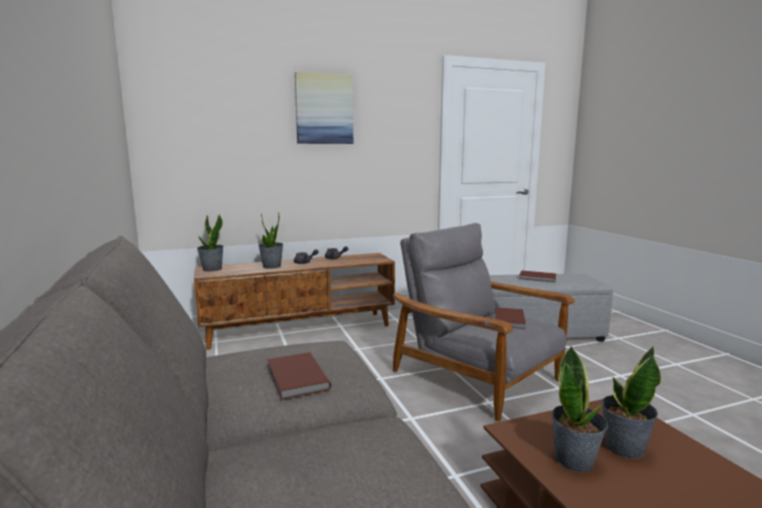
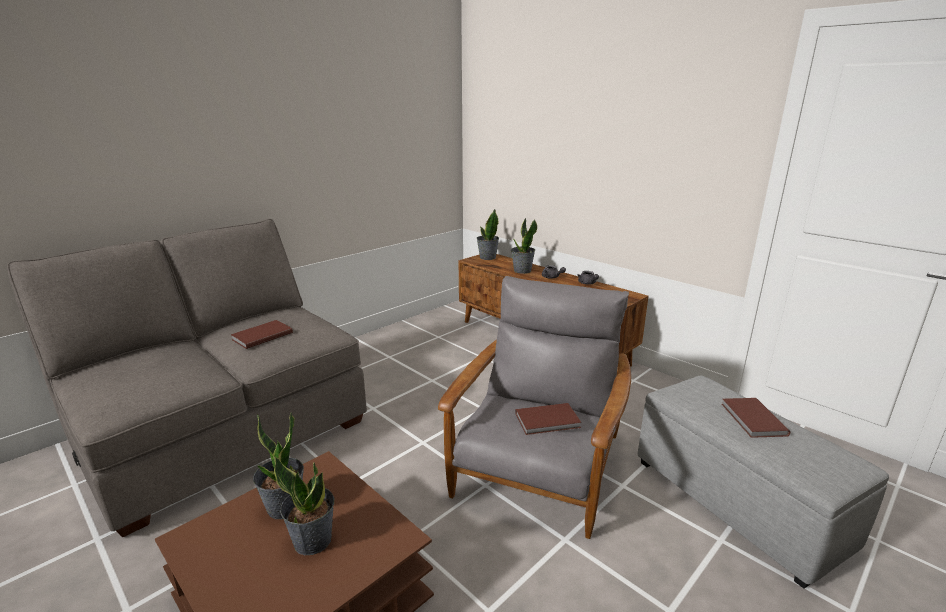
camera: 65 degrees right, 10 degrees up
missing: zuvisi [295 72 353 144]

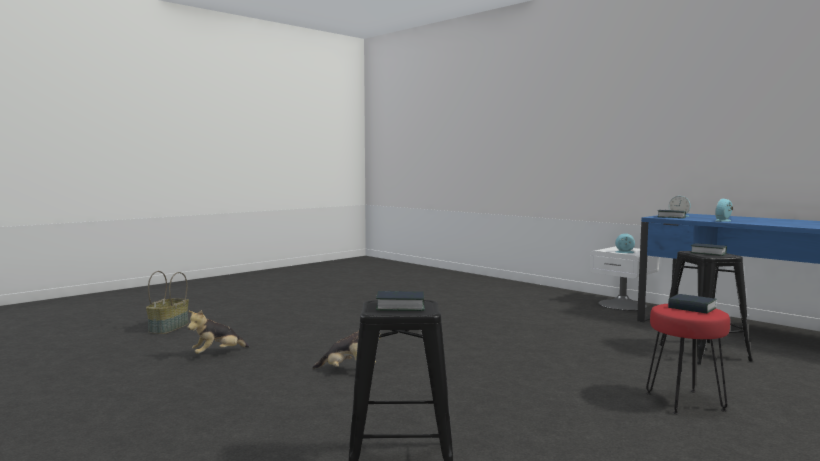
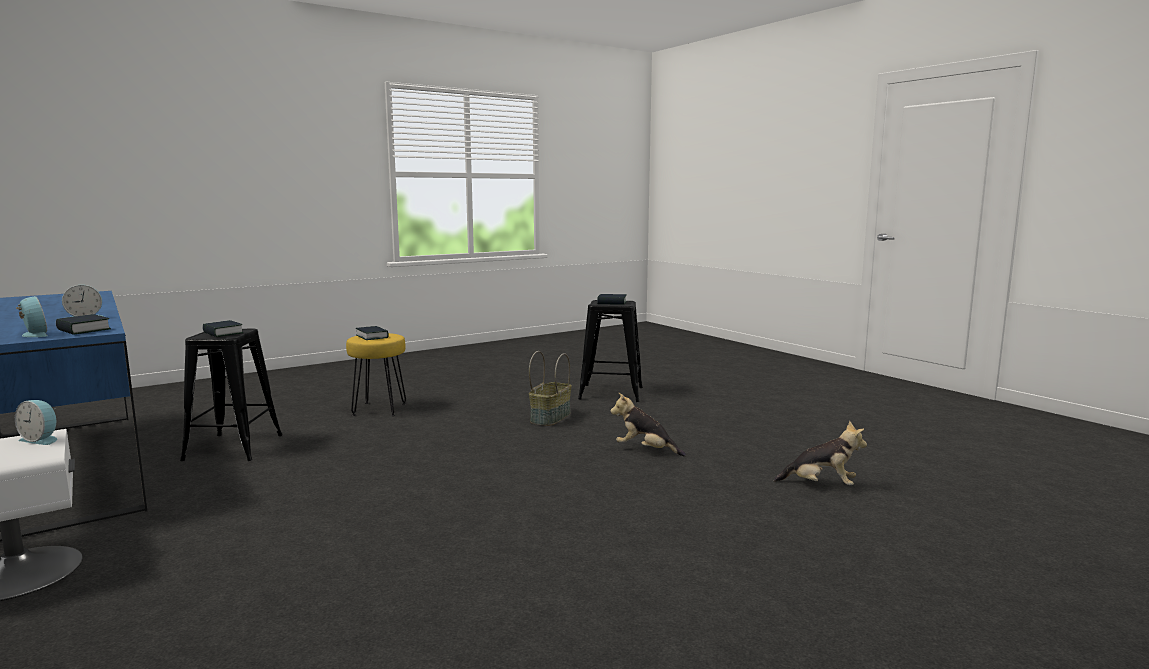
camera: 170 degrees left, 5 degrees up
relocated: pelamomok [146 271 189 334] to [529 351 572 426]
colour: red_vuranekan [646 304 730 414] to yellow_vuranekan [346 333 406 416]
spun: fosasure [187 310 249 354] = [774 421 867 485] 45 degrees clockwise

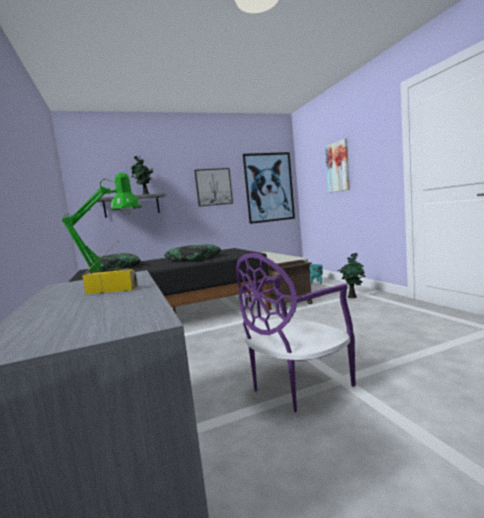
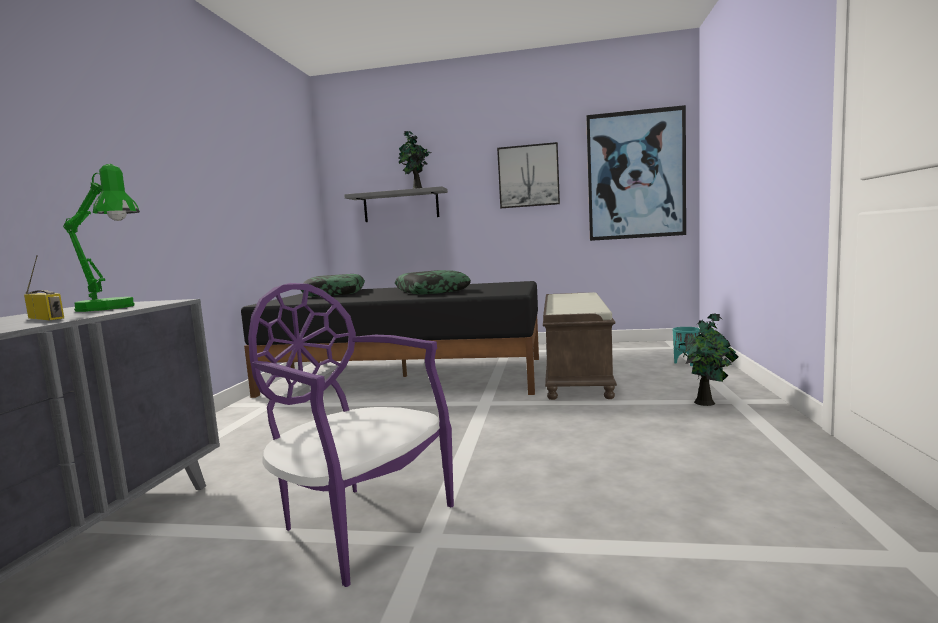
camera: 30 degrees right, 0 degrees up
missing: zuvisi [325 139 350 193]
spun: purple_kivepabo [236 253 356 412] = [248 283 454 587] 45 degrees clockwise

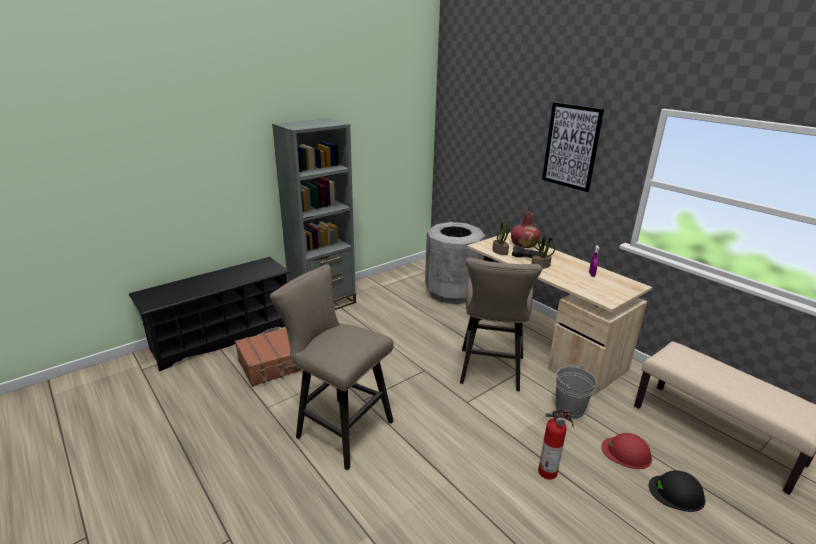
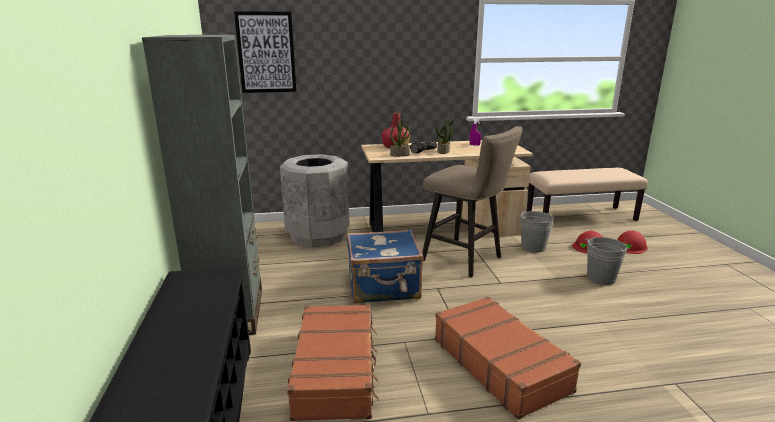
camera: 60 degrees left, 5 degrees down
appeared: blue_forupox [347 229 423 303]
relocated: zuvisi [542 102 604 192] to [234 11 296 93]
exchanged: beige_vuranekan [270 264 393 470] to brown_forupox [435 296 581 420]; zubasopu [538 409 574 480] to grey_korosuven [585 237 630 285]
colour: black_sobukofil [649 470 706 512] to red_sobukofil [617 231 648 254]

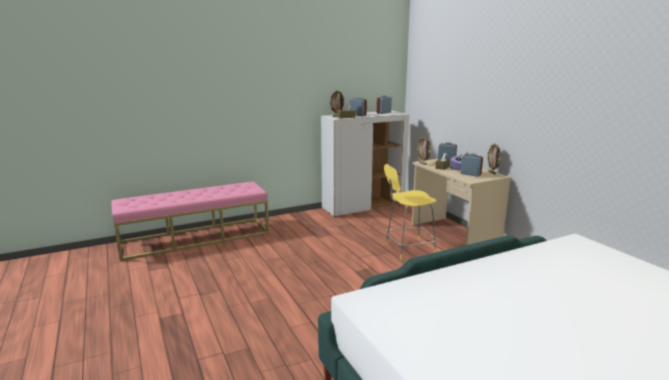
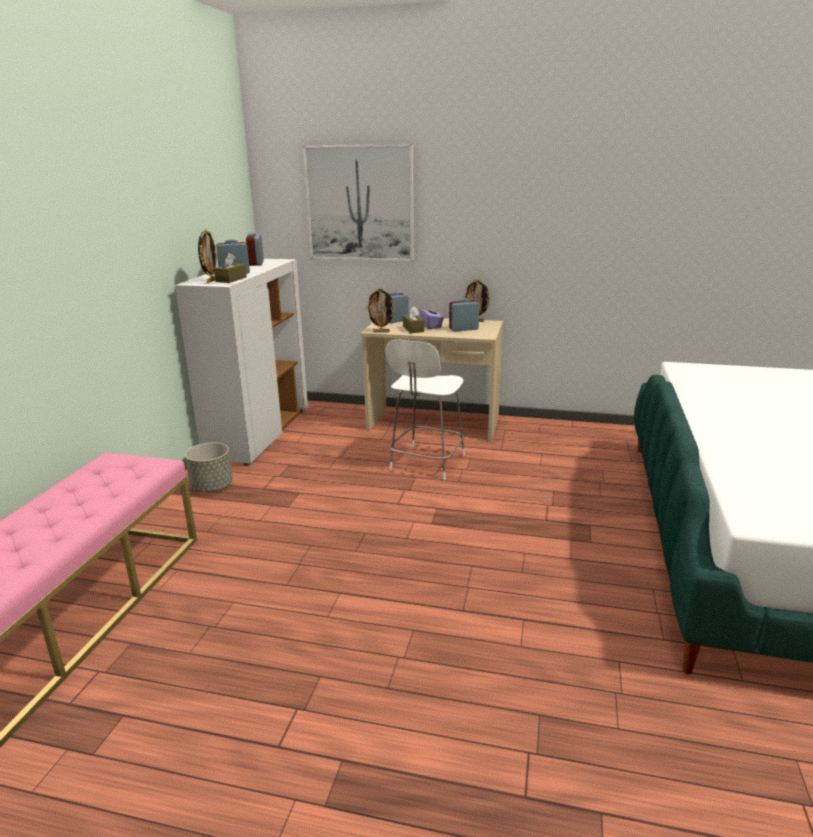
camera: 50 degrees left, 5 degrees up
appeared: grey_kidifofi [185 443 233 492]; zuvisi [303 144 414 262]
colour: yellow_vuranekan [384 164 437 260] to white_vuranekan [386 340 465 480]

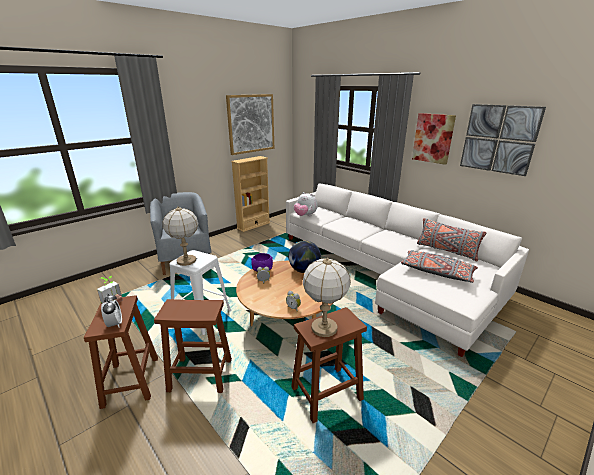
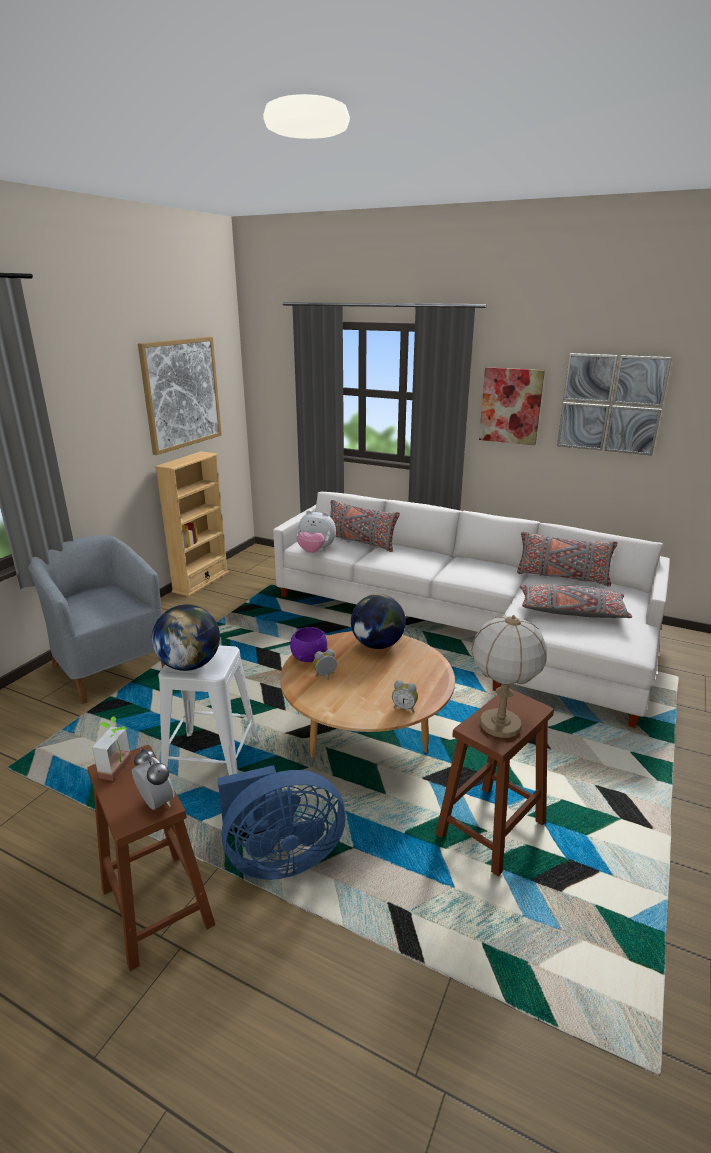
camera: 20 degrees left, 0 degrees up
appeared: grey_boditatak [330 500 400 552]
exchanged: brown_vuranekan [154 299 232 393] to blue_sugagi [217 765 346 880]; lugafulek [163 206 198 266] to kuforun [152 605 220 671]

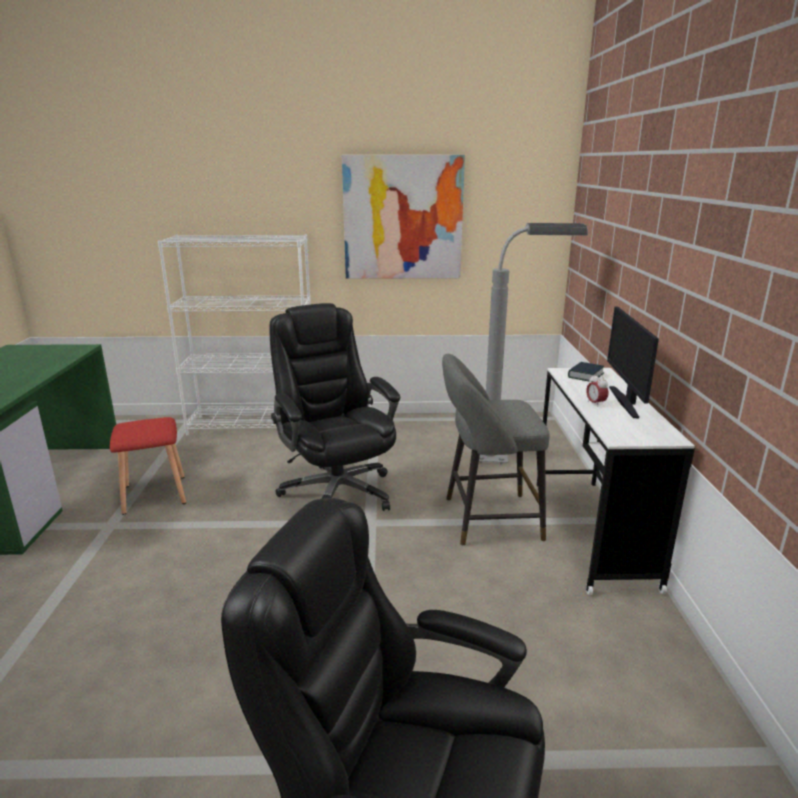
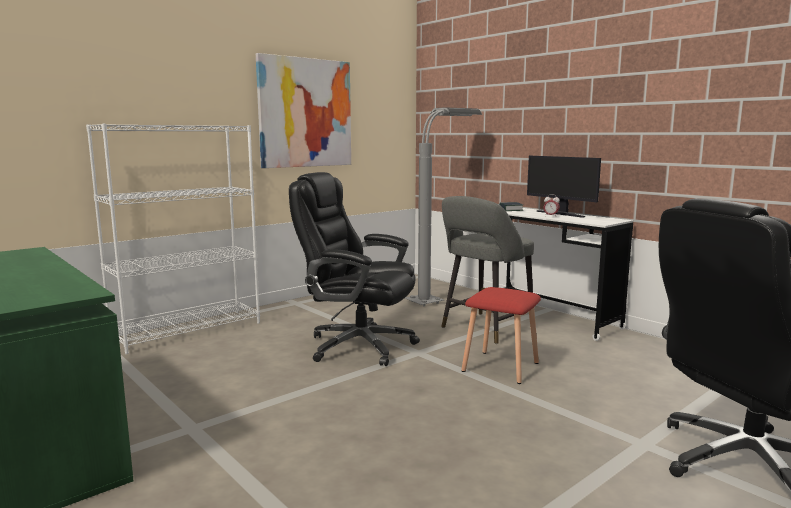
camera: 40 degrees left, 10 degrees down
relocated: red_vuranekan [110 417 186 515] to [461 287 541 384]

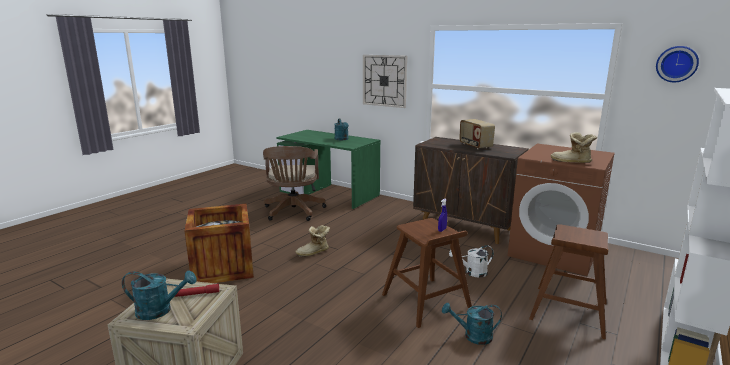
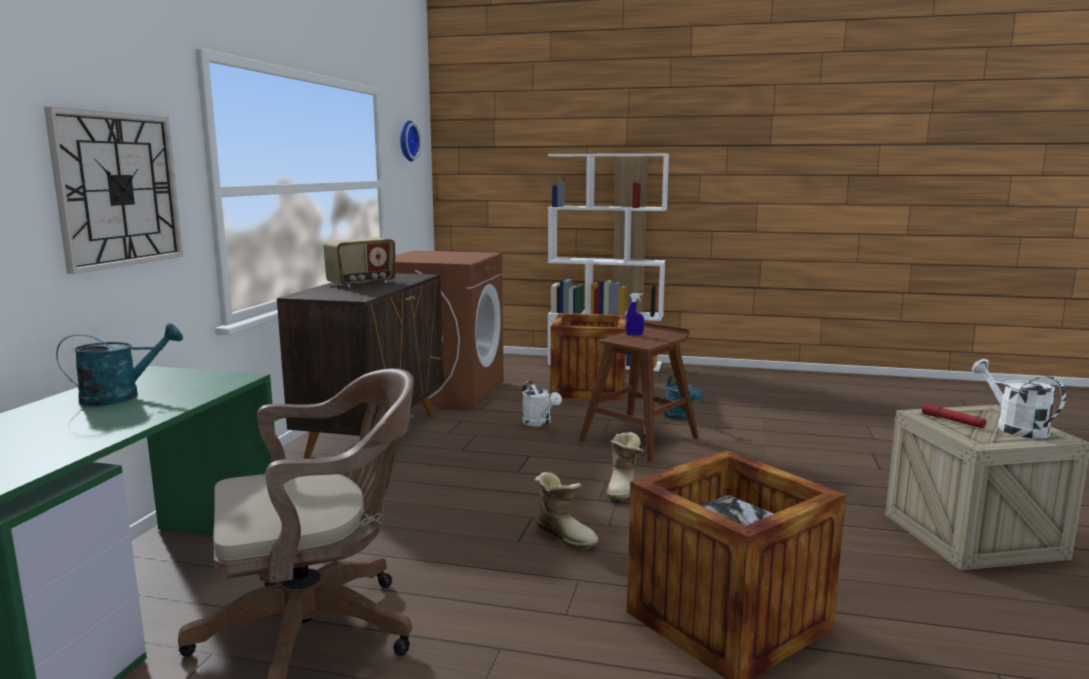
camera: 110 degrees left, 5 degrees down
relocated: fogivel [551 132 597 163] to [607 432 644 502]
exchanged: brown_vuranekan [529 224 608 339] to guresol [550 313 626 401]
colour: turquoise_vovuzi [122 271 197 320] to white_vovuzi [971 359 1066 439]

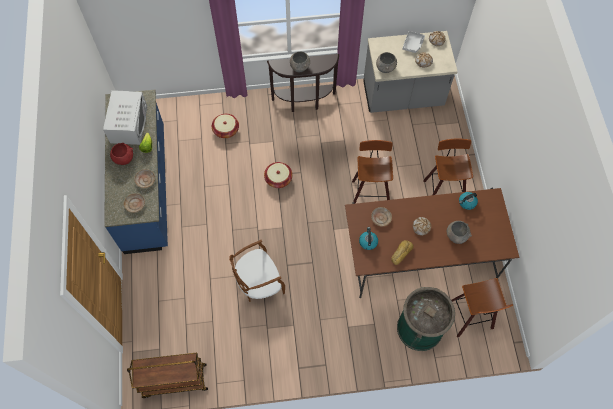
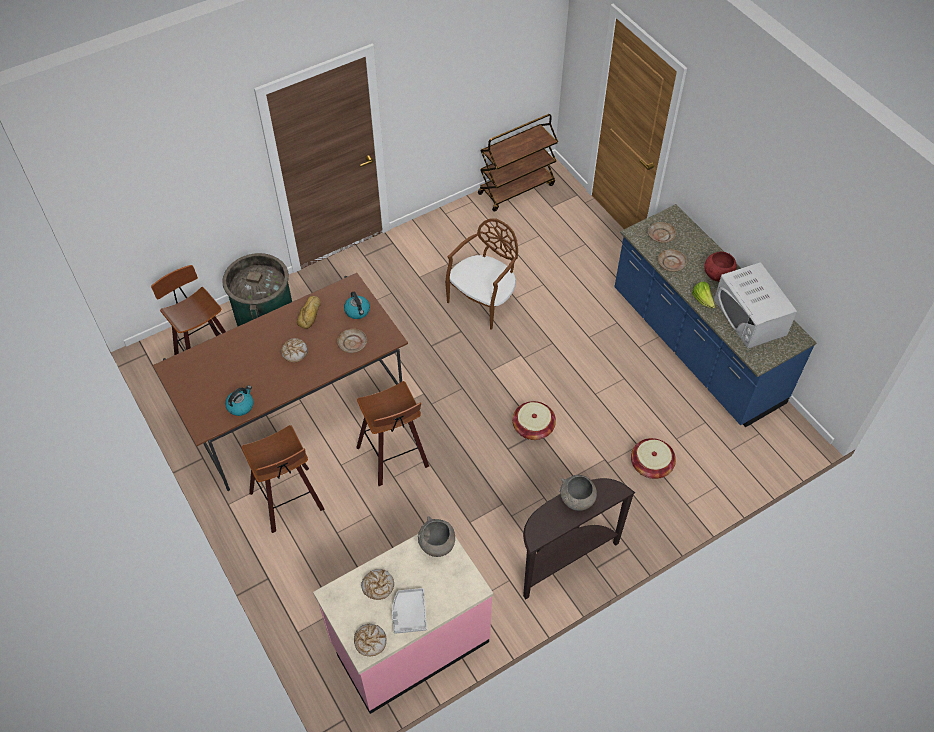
camera: 155 degrees right, 10 degrees down
missing: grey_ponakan [447 221 472 244]
colour: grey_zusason [363 31 458 113] to pink_zusason [313 520 493 714]

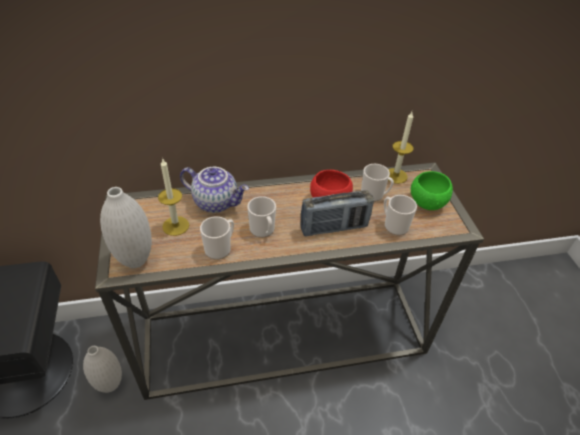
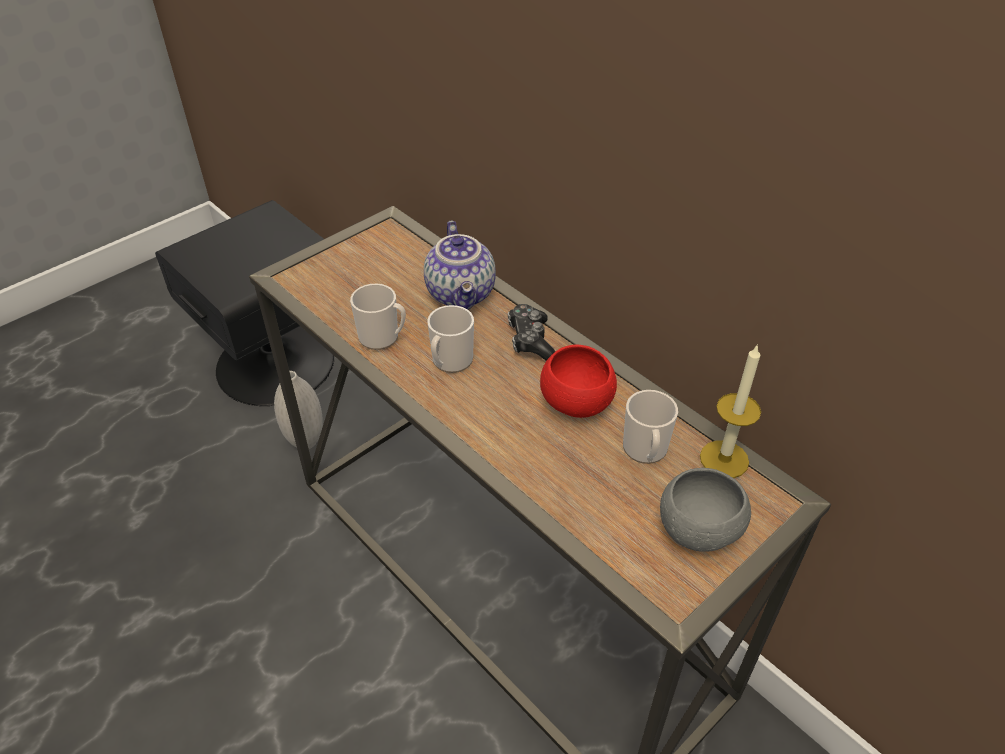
camera: 60 degrees right, 0 degrees up
missing: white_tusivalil [100 187 152 268]; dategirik [158 159 189 236]; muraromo [301 190 374 236]; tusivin [384 195 417 235]
appeared: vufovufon [508 304 555 361]
colour: green_ponakan [411 171 453 210] to grey_ponakan [660 468 751 552]

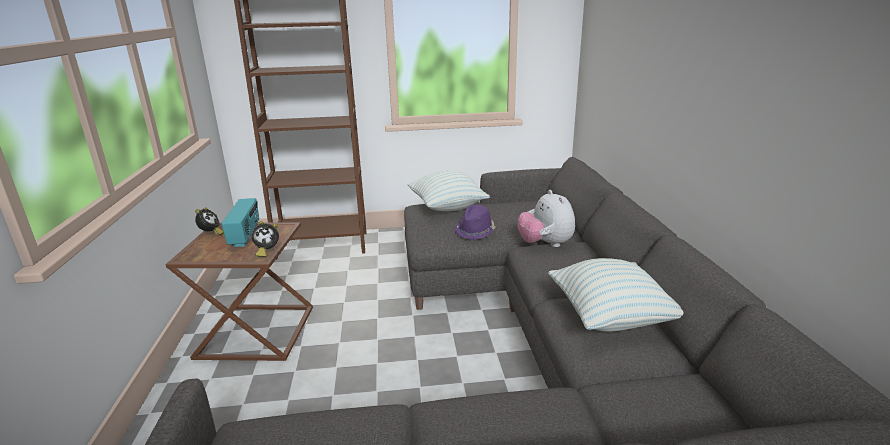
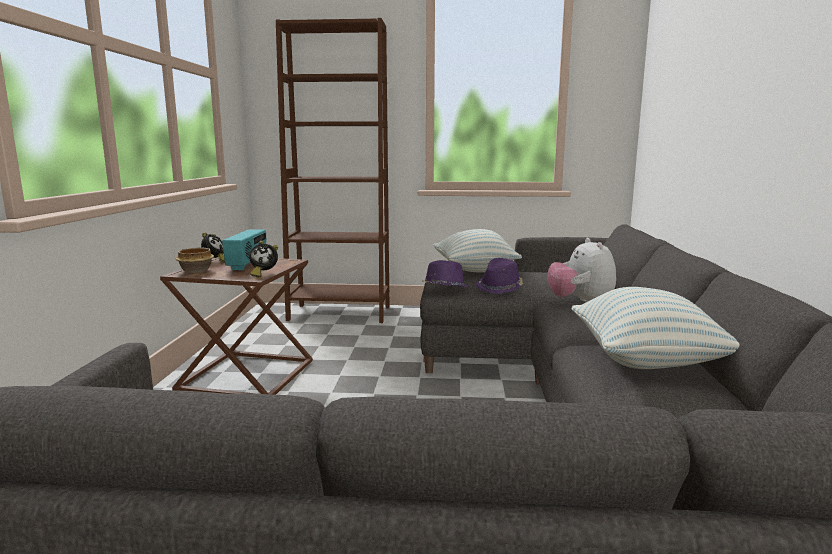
camera: 10 degrees right, 10 degrees down
appeared: ponakan [175 247 214 273]; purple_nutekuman [422 260 469 287]

